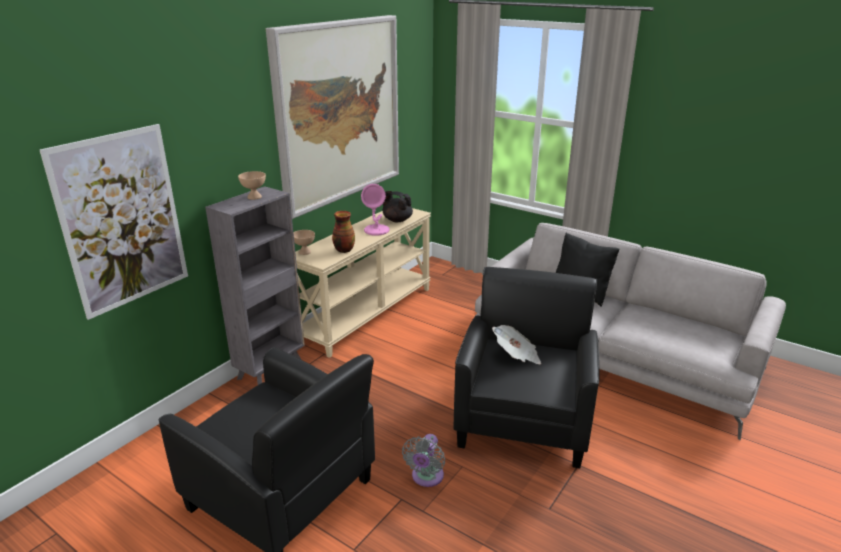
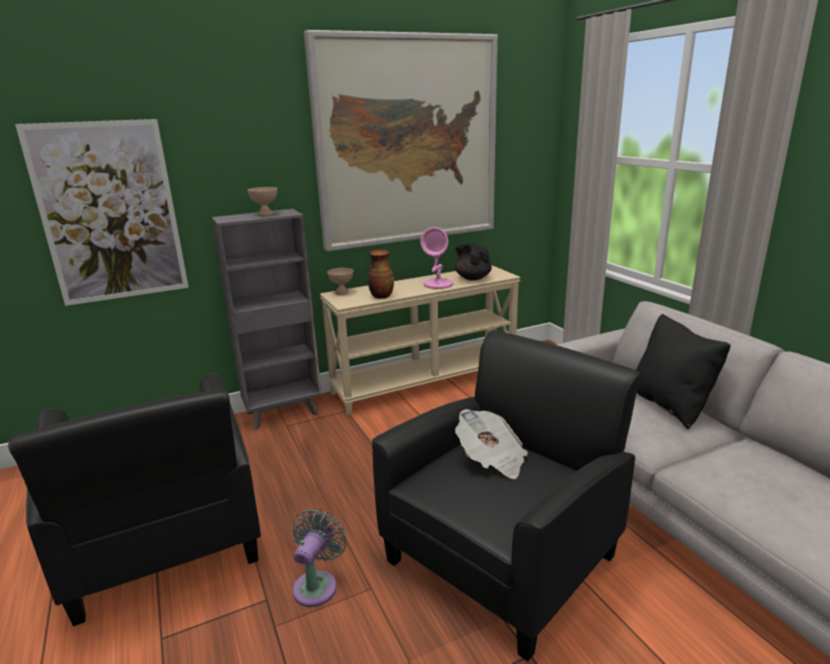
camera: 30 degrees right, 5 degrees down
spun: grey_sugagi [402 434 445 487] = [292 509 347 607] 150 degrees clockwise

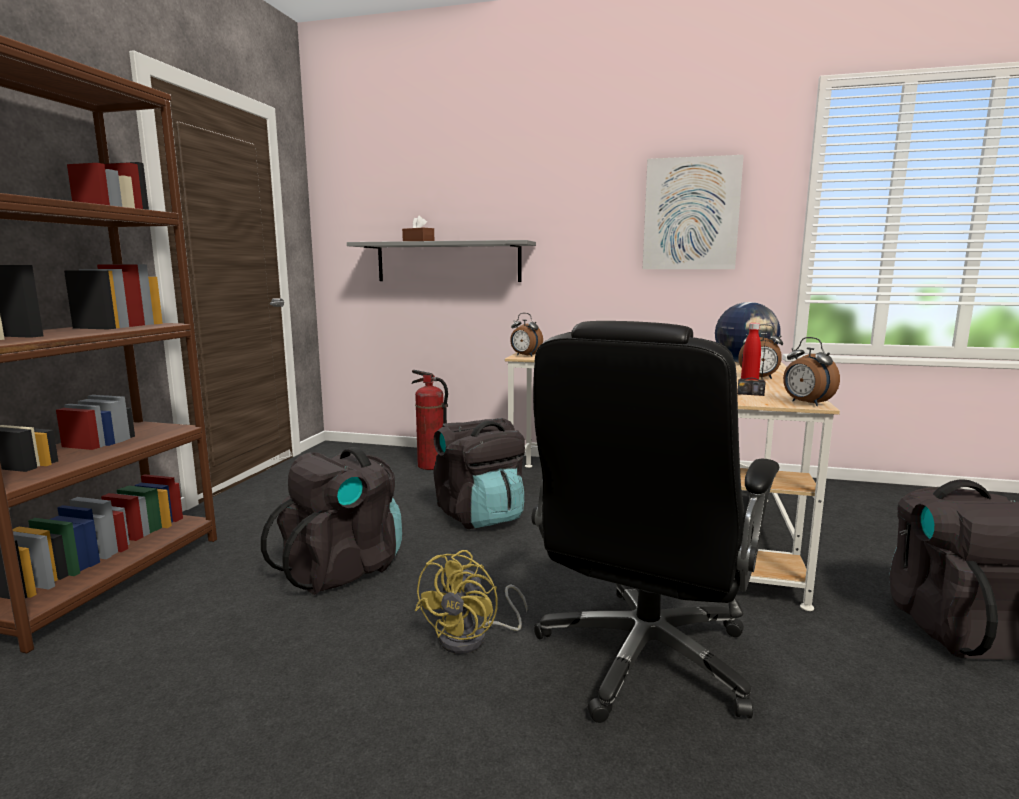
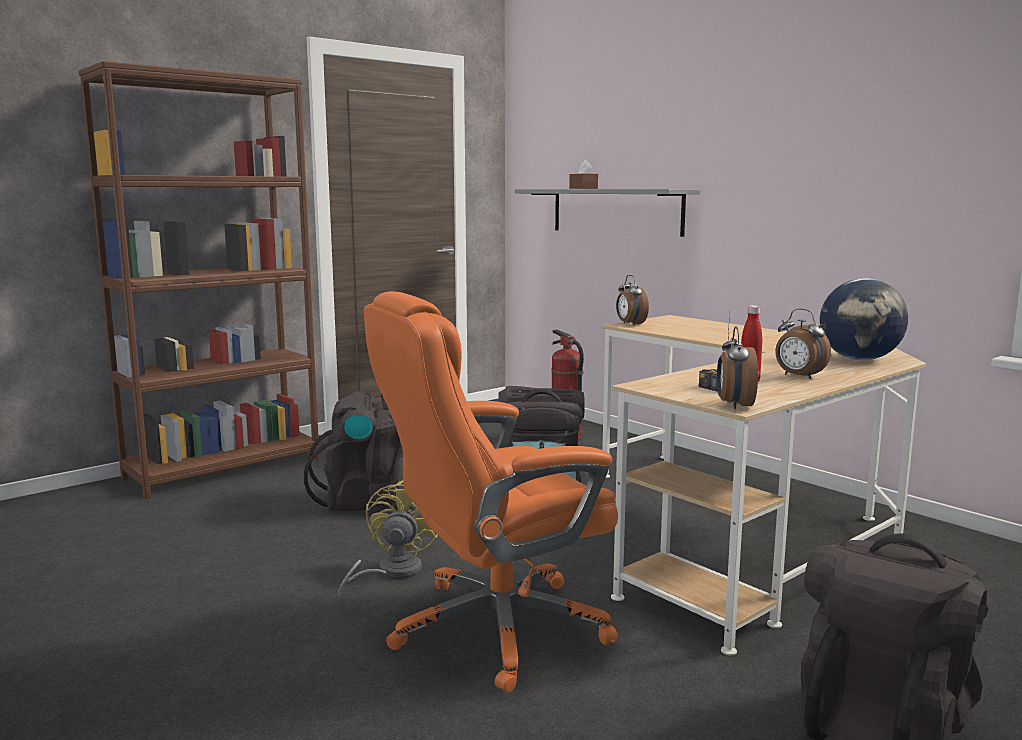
camera: 35 degrees right, 0 degrees up
missing: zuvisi [643 155 744 269]
colour: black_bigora [532 321 779 723] to orange_bigora [364 291 618 693]
spun: yellow_sugagi [415 550 528 654] = [338 480 438 597] 135 degrees clockwise

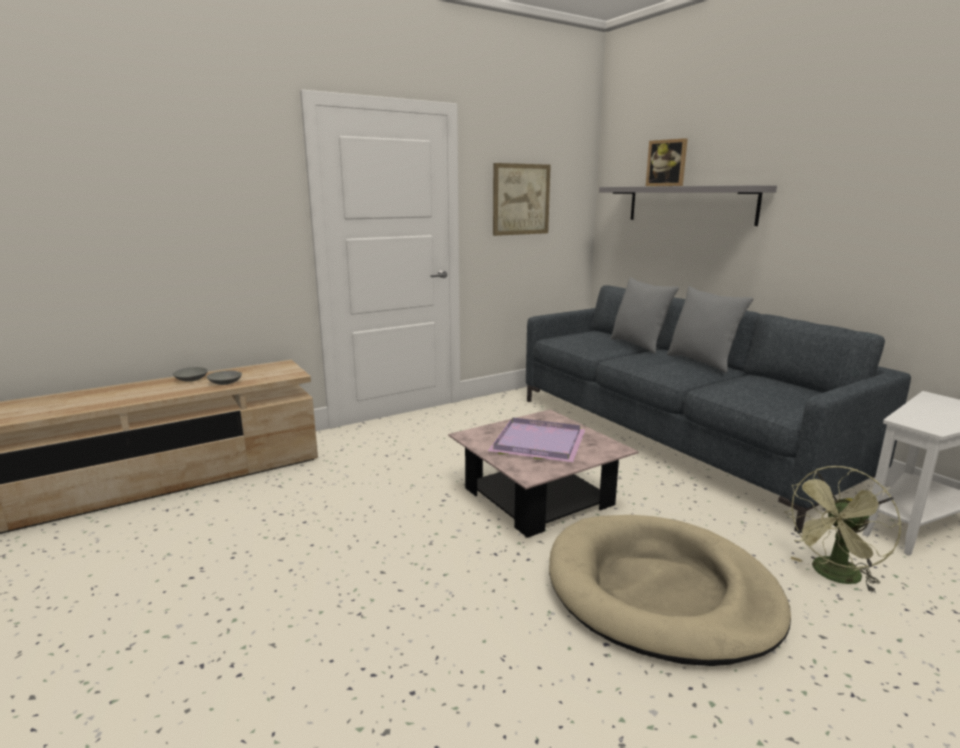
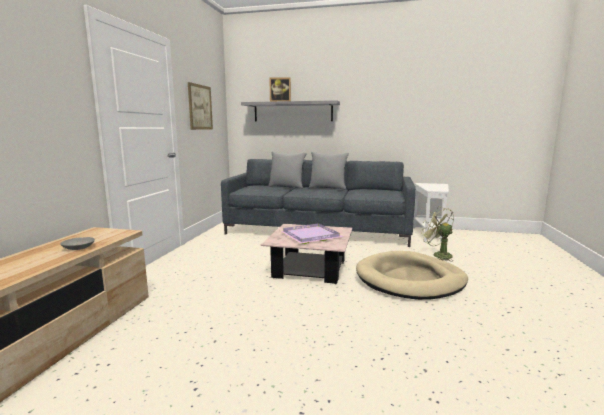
camera: 45 degrees left, 5 degrees down
missing: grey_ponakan [173 367 208 382]
spun: green_sugagi [784 466 901 593] = [421 207 454 261] 135 degrees clockwise

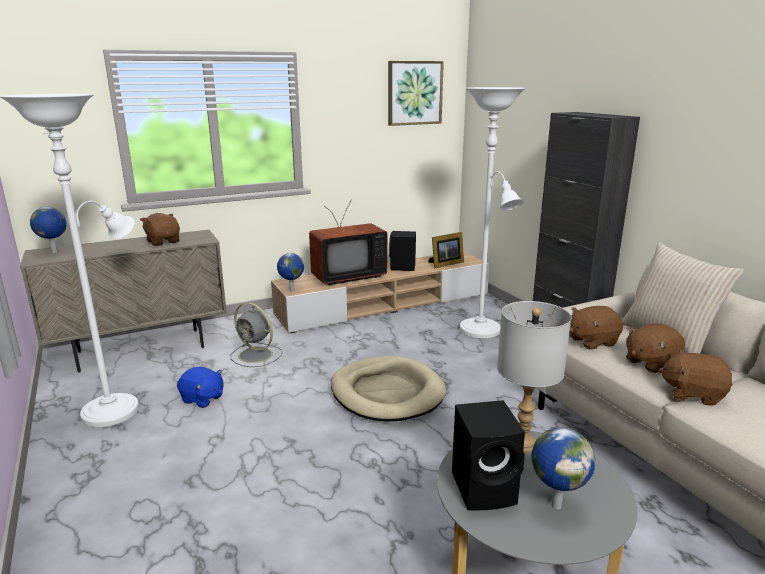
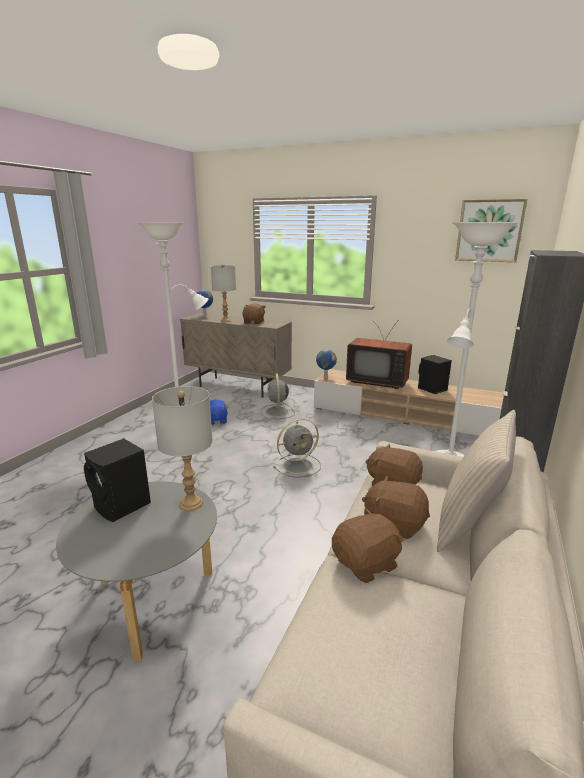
camera: 50 degrees right, 0 degrees up
missing: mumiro [429 232 464 268]; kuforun [531 427 595 509]
appeared: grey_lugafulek [211 264 236 322]
exchanged: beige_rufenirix [331 356 446 422] to grey_sugagi [273 418 321 477]
spun: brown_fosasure [659 348 732 406] = [332 508 404 583] 75 degrees clockwise

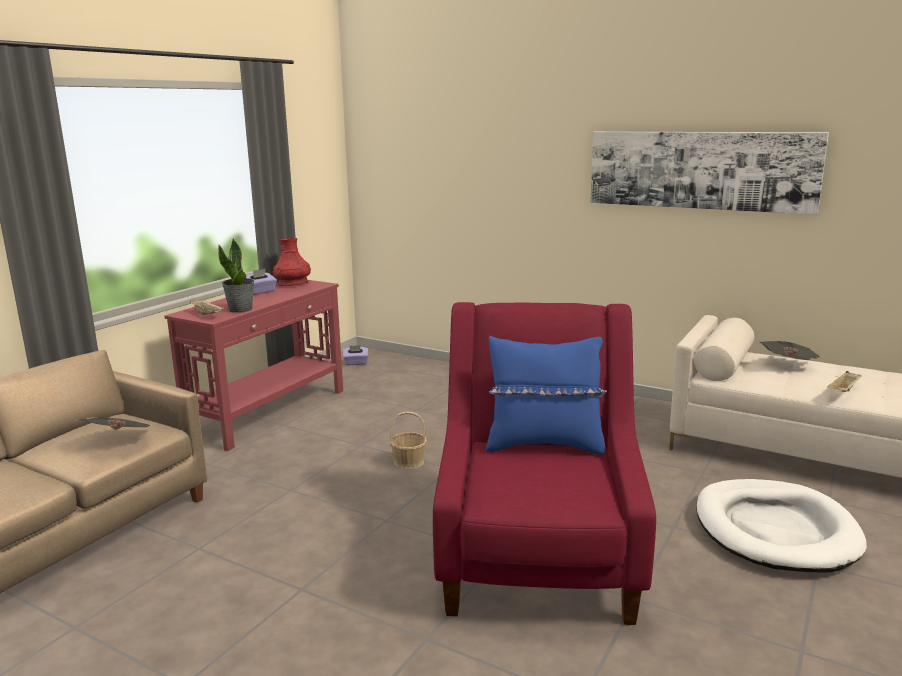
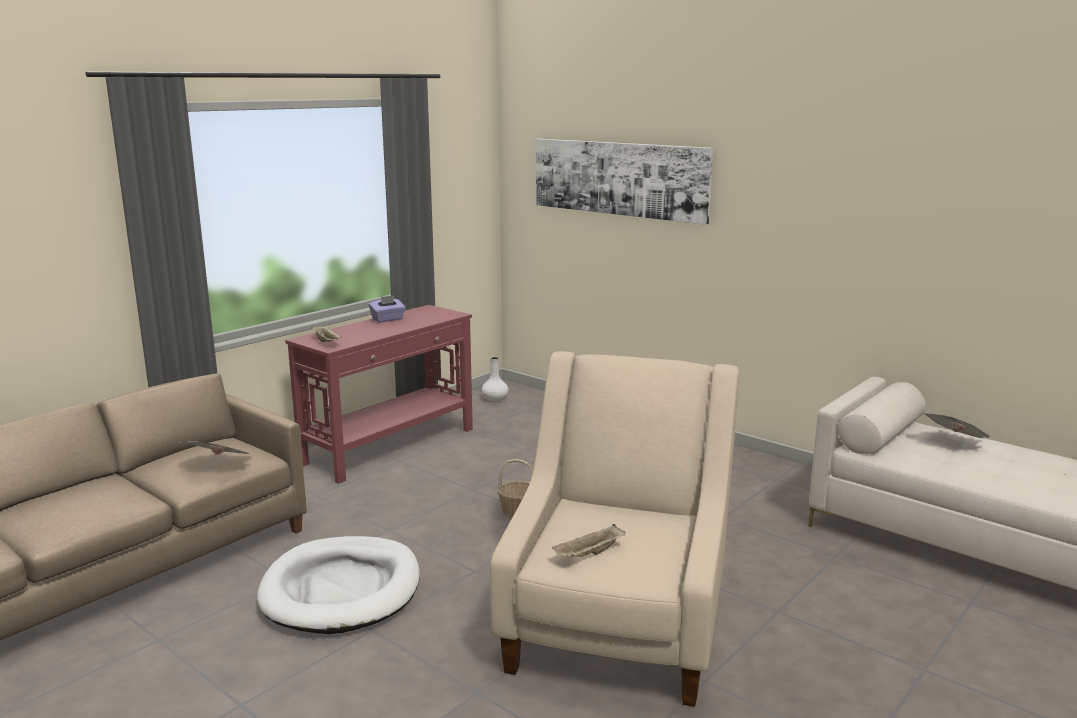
camera: 10 degrees right, 0 degrees up
missing: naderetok [218 238 255 313]; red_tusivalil [273 238 311 286]; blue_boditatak [486 336 607 455]
relocated: zuvisi [590 132 829 215] to [536 139 713 225]; white_rufenirix [696 479 867 572] to [257 536 420 634]; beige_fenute [827 371 861 392] to [552 524 626 558]
exchanged: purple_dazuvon [343 346 368 365] to white_tusivalil [482 357 508 402]
colour: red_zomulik [433 302 656 625] to beige_zomulik [490 351 739 707]

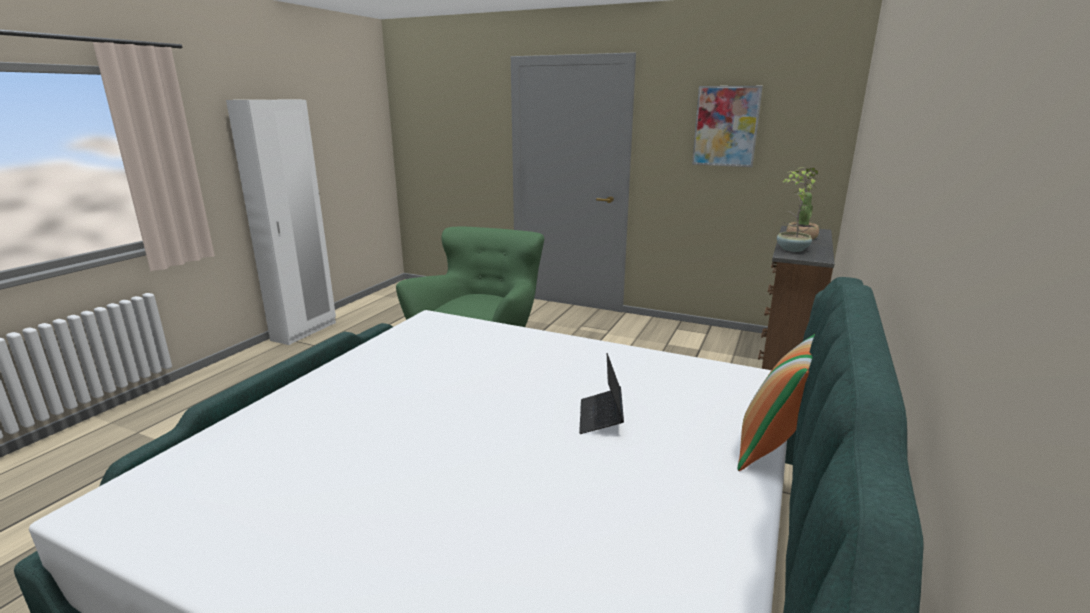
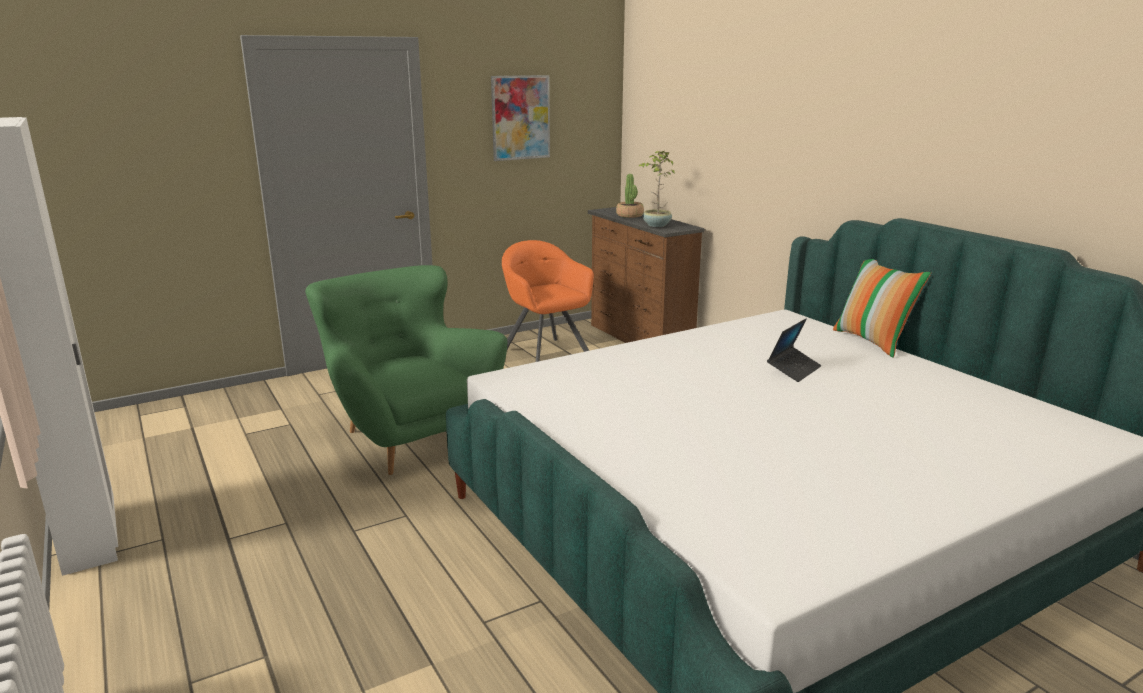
camera: 55 degrees left, 0 degrees up
appeared: orange_zomulik [502 240 594 362]
spun: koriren [579 353 624 434] = [767 318 821 382] 90 degrees counterclockwise

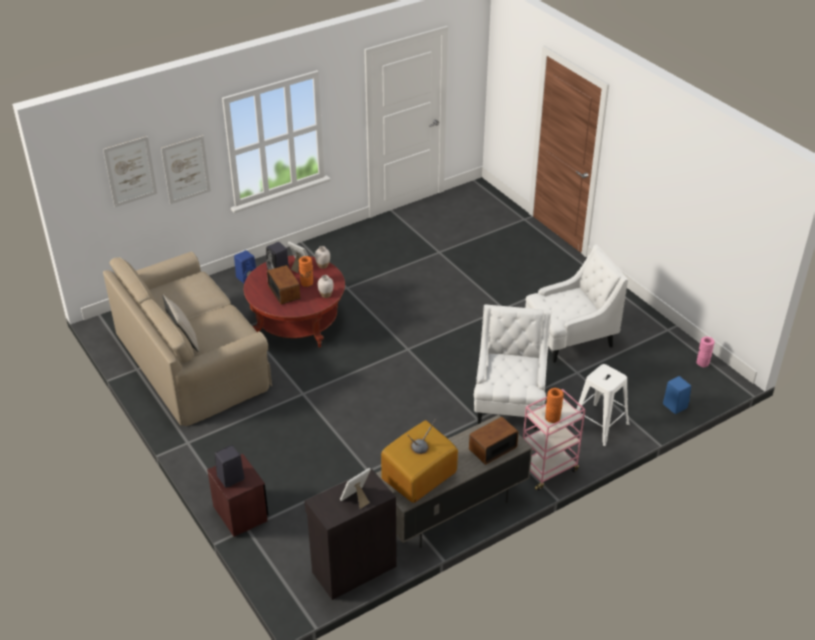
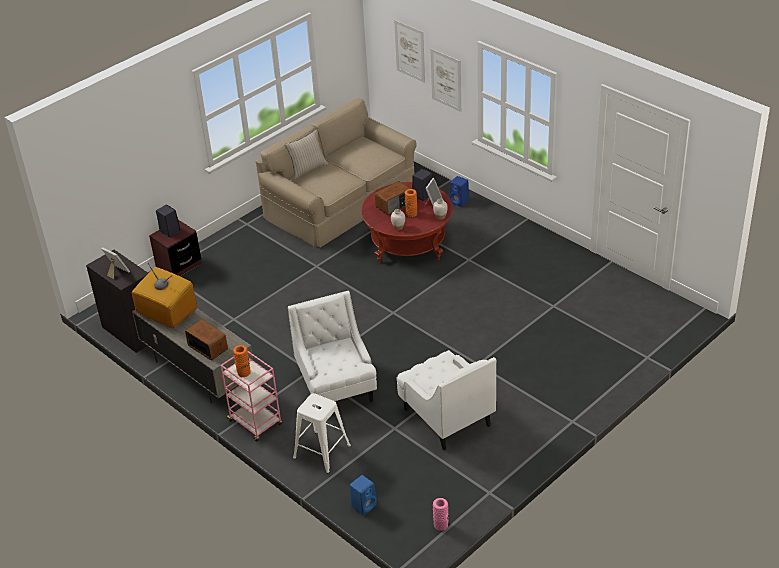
camera: 80 degrees right, 0 degrees up
spun: white_zomulik [474 304 551 430] = [288 291 377 409] 105 degrees counterclockwise

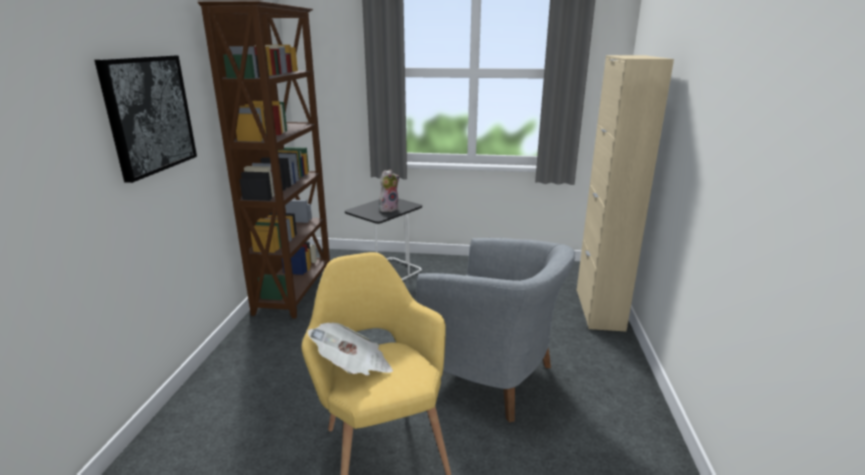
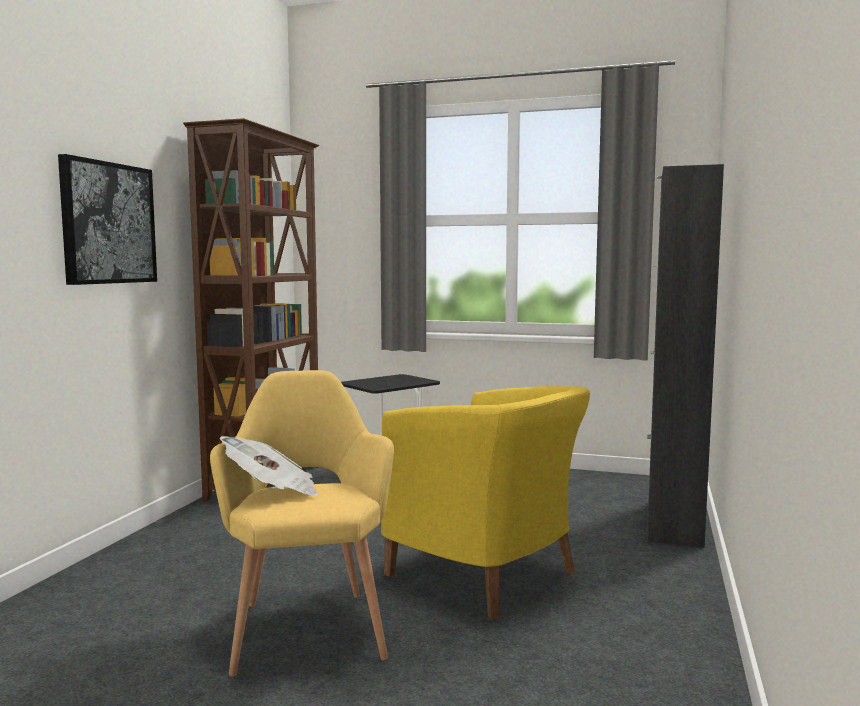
camera: 10 degrees right, 15 degrees down
missing: fosasure [379 170 399 212]
colour: grey_zomulik [417 238 575 423] to yellow_zomulik [381 386 590 620]; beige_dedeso [577 55 674 332] to black_dedeso [647 164 724 548]

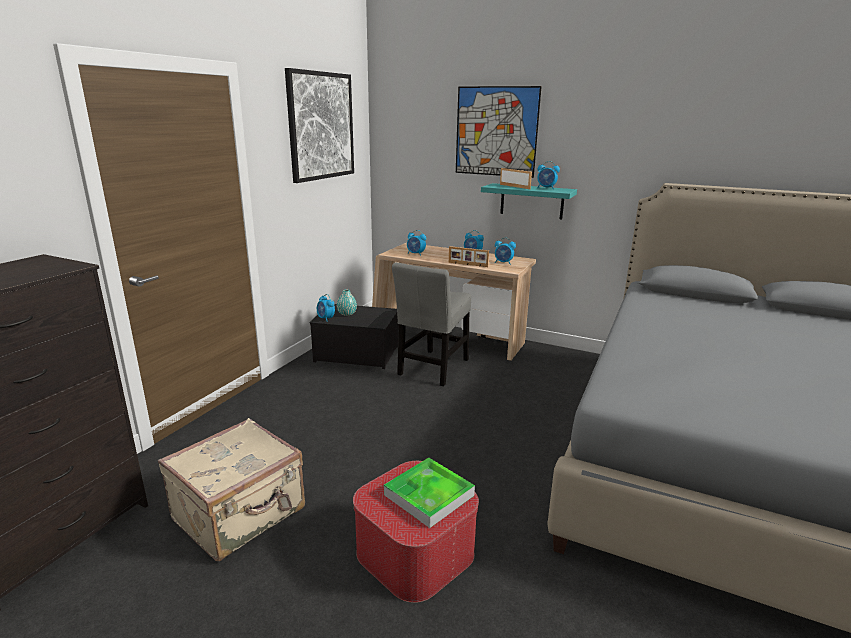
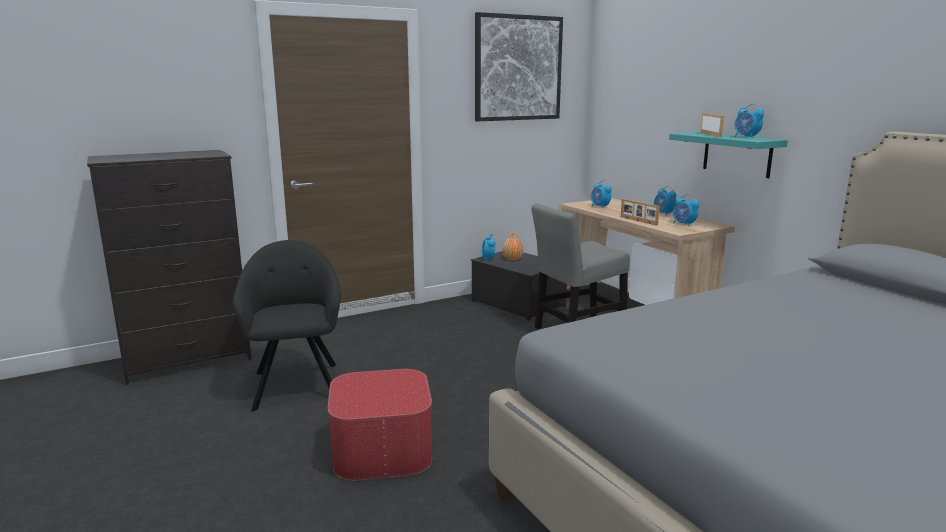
camera: 35 degrees right, 5 degrees down
missing: fenute [384 458 475 528]; zuvisi [456 86 542 178]
exchanged: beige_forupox [158 418 305 561] to black_zomulik [233 240 341 412]
colour: turquoise_tusivalil [337 289 357 316] to orange_tusivalil [503 233 524 261]

